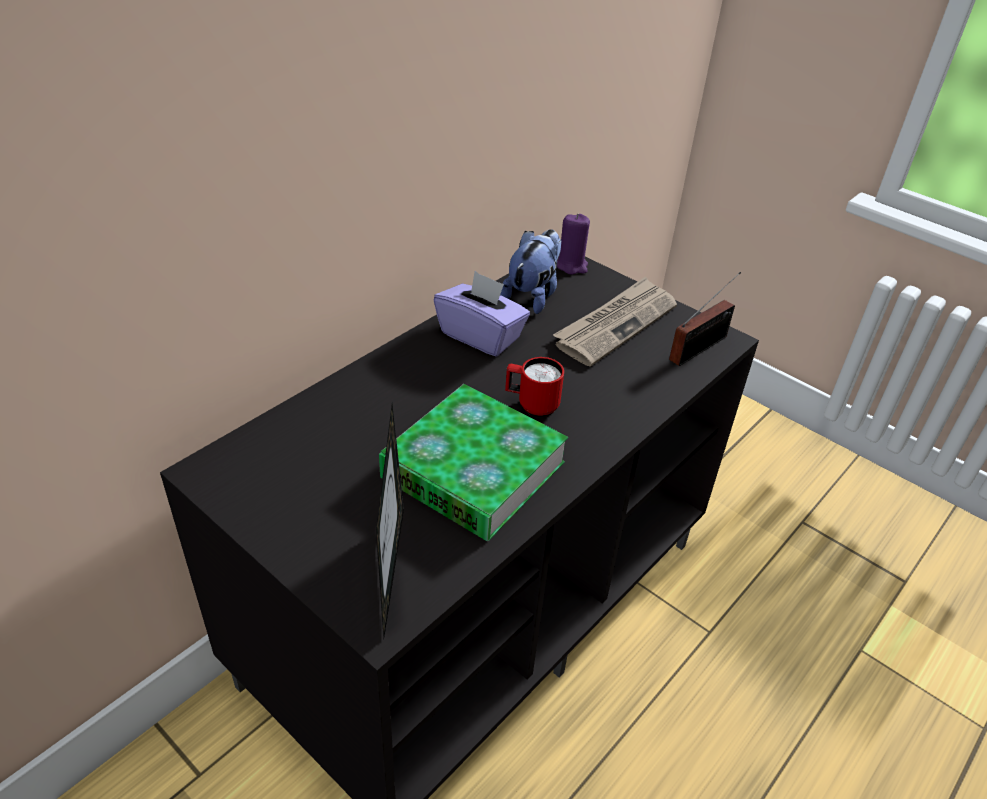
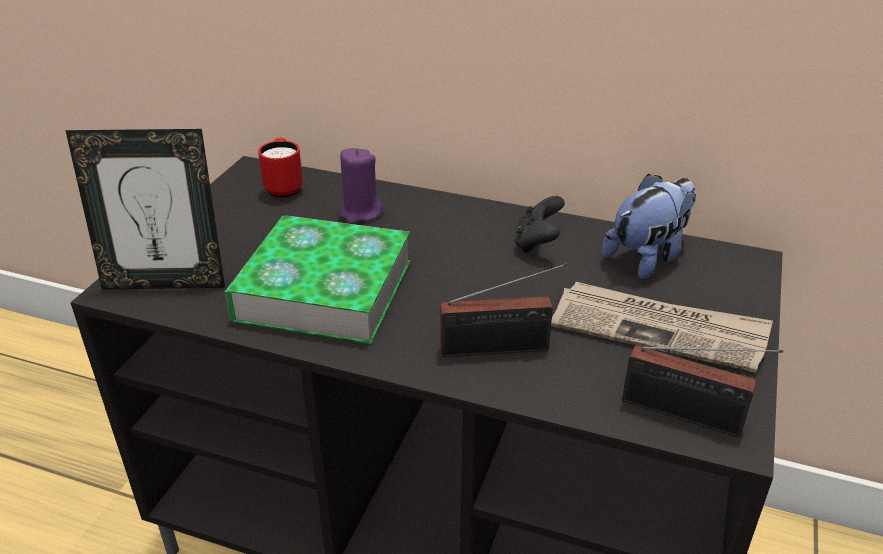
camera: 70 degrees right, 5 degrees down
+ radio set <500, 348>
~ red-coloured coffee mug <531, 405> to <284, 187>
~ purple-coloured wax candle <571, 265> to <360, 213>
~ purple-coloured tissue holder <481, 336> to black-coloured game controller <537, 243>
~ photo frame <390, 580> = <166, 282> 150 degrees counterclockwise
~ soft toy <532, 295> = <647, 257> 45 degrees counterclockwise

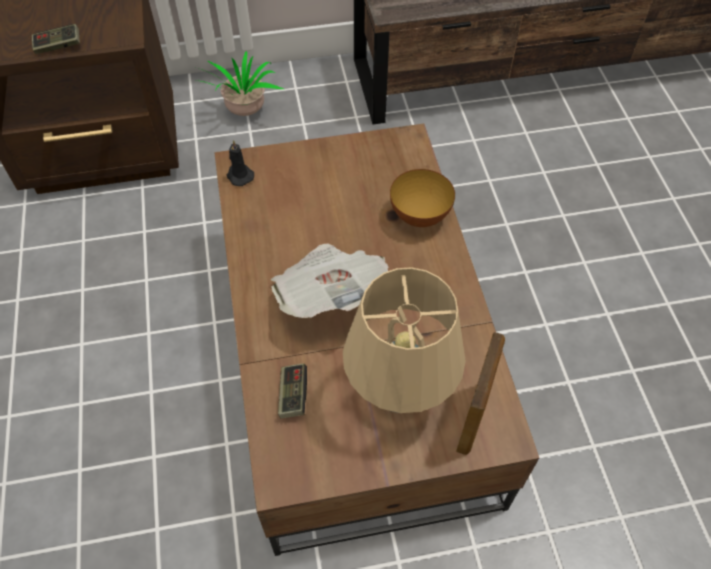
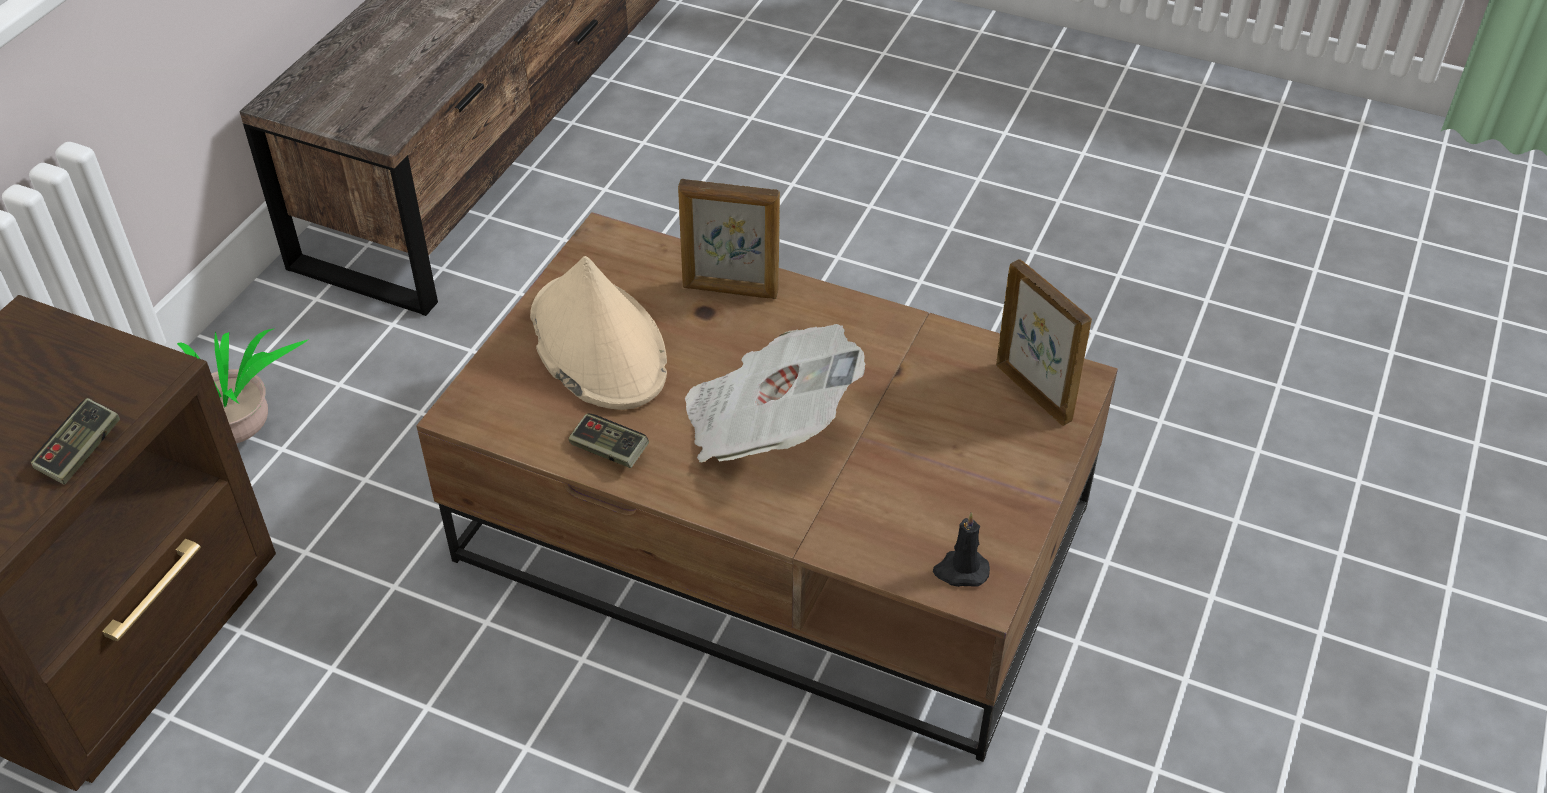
camera: 55 degrees left, 10 degrees down
- beige tabletop lamp <400, 396>
+ beige hat <597, 344>
~ black-coloured wax candle <239, 175> to <960, 571>
~ game controller <293, 395> to <609, 450>
~ deep dish <419, 216> to photo frame <730, 290>

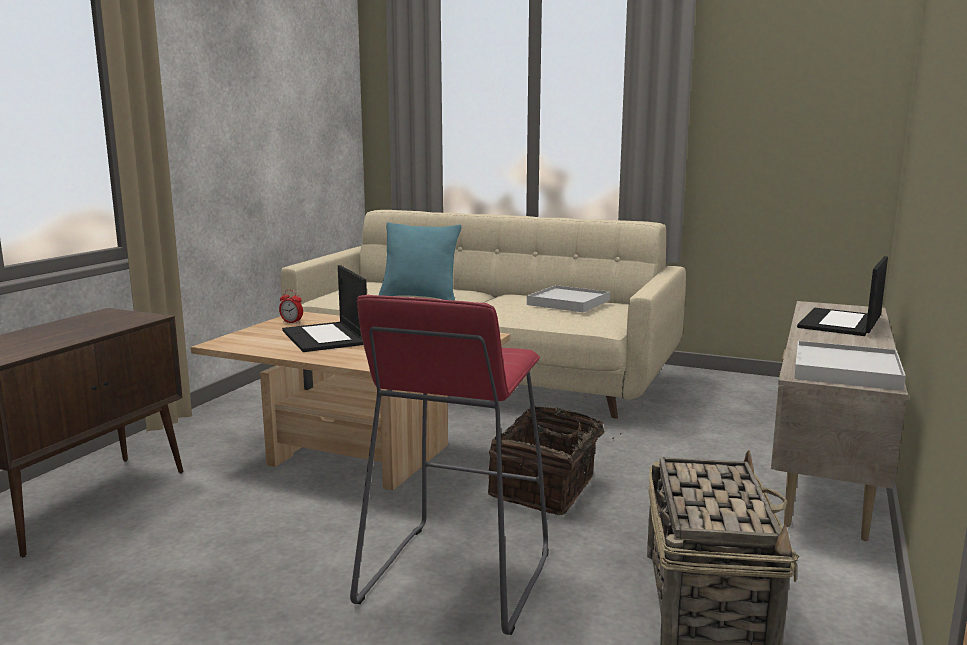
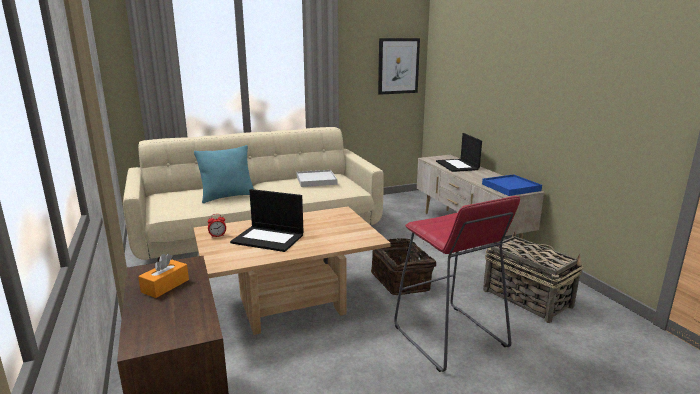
camera: 45 degrees left, 5 degrees up
+ orangey tissue holder <165, 286>
+ wall art <398, 66>
~ whitish tray <846, 371> to blue-coloured tray <511, 187>

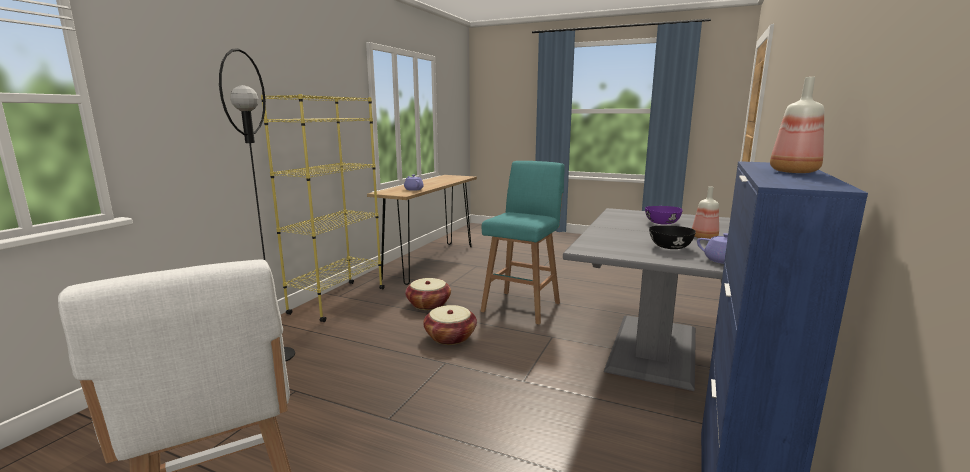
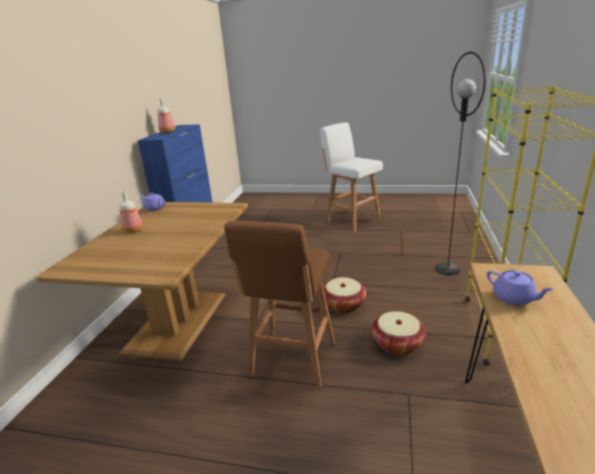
camera: 170 degrees right, 10 degrees up
- purple-coloured deep dish <662, 223>
- black-coloured deep dish <669, 247>
~ turquoise-coloured stool <522, 306> to brownish stool <292, 361>
~ greyish dining table <651, 348> to brownish dining table <179, 321>

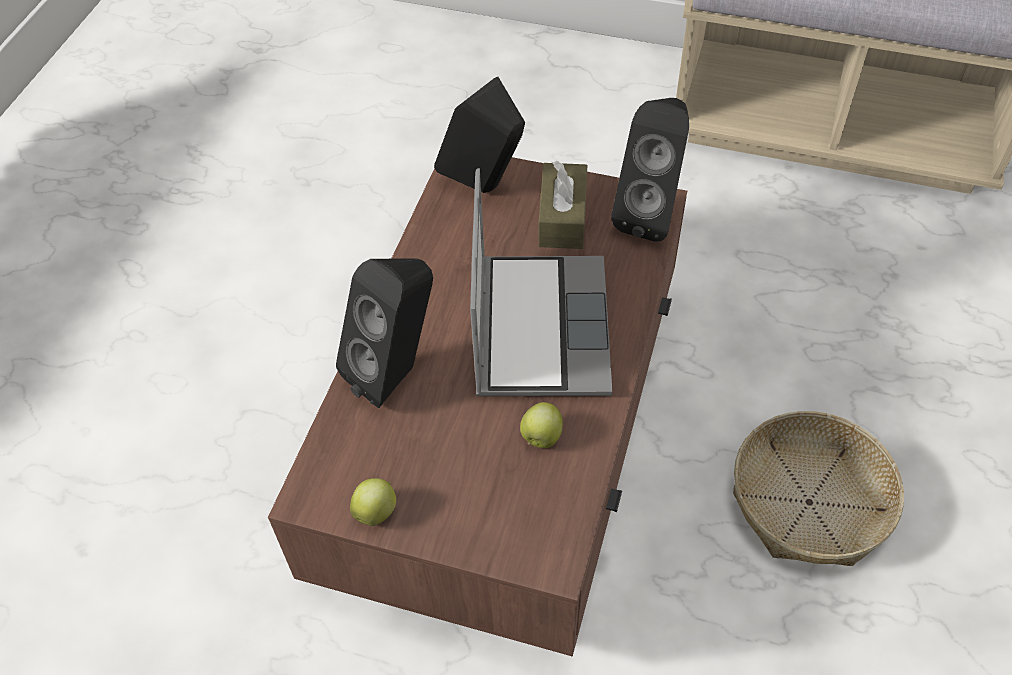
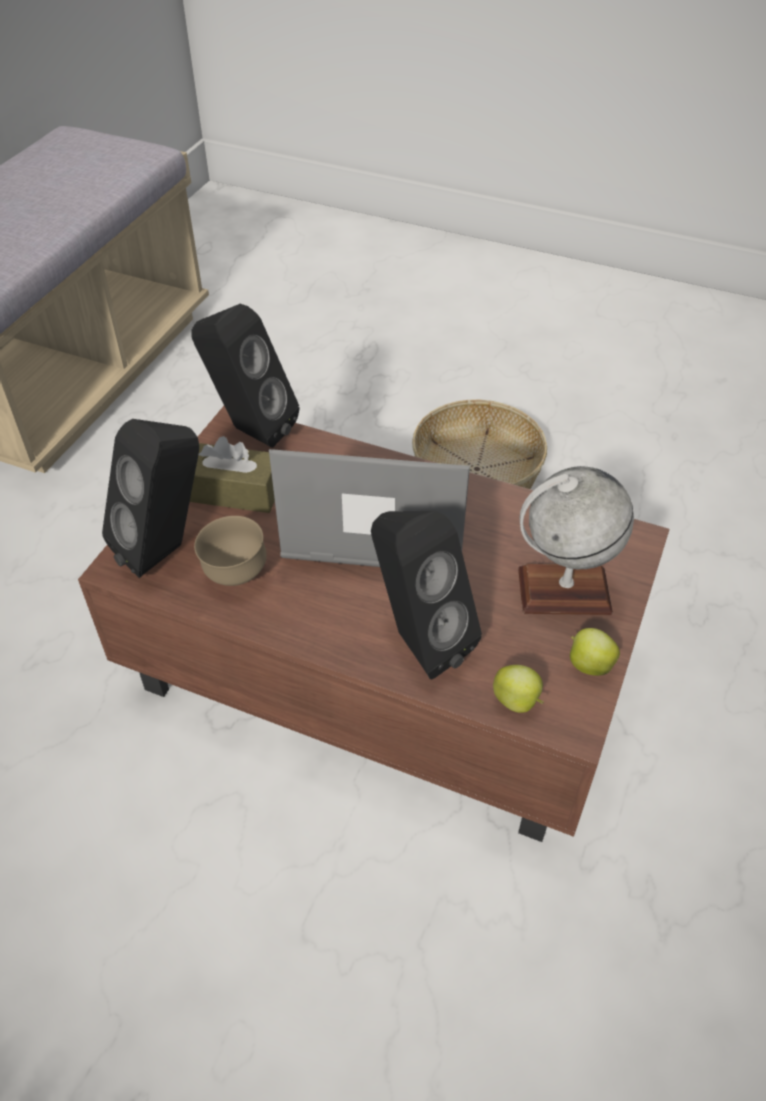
camera: 85 degrees left, 5 degrees down
+ brownish deep dish <235, 574>
+ globe <563, 591>
~ apple <541, 438> to <517, 701>

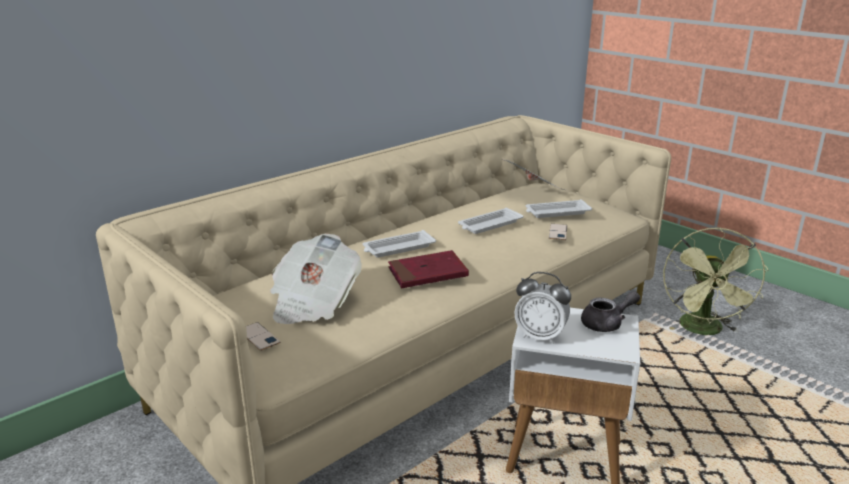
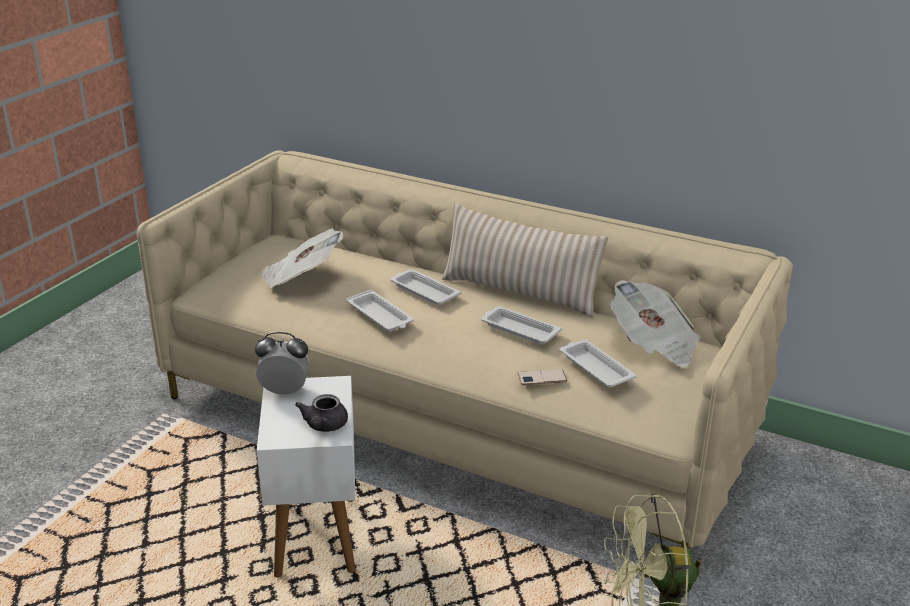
camera: 70 degrees right, 5 degrees up
- telephone <259, 337>
+ beige cushion <520, 292>
~ red-coloured volume <427, 273> to whitish tray <380, 316>
~ alarm clock <540, 336> = <284, 391> 90 degrees clockwise
~ greyish teapot <607, 324> = <324, 426> 45 degrees clockwise

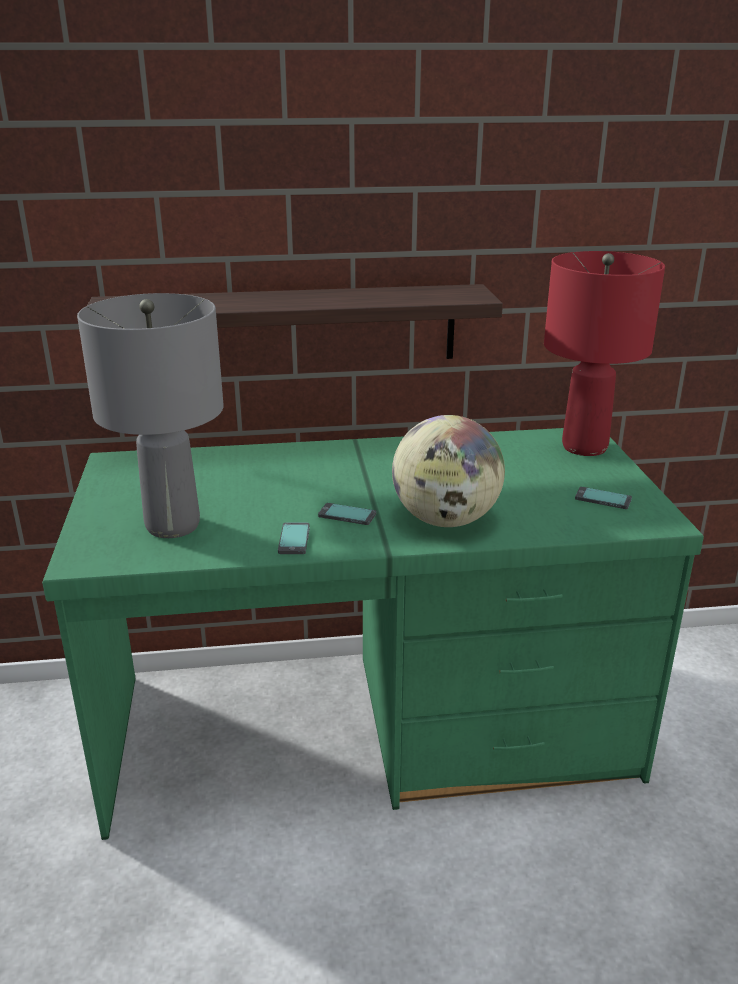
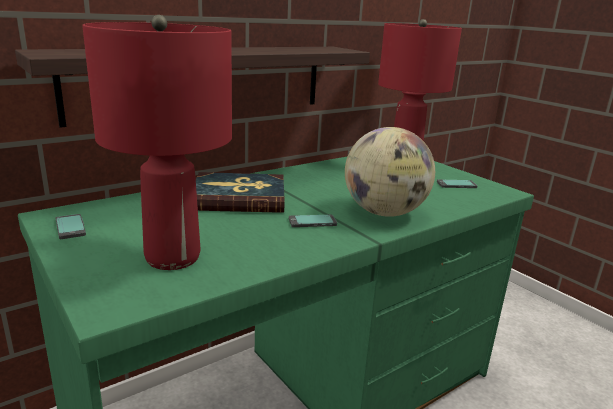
camera: 30 degrees left, 5 degrees down
+ volume <239, 197>
~ telephone <294, 539> to <70, 227>
~ greyish tabletop lamp <172, 525> to red-coloured tabletop lamp <172, 257>

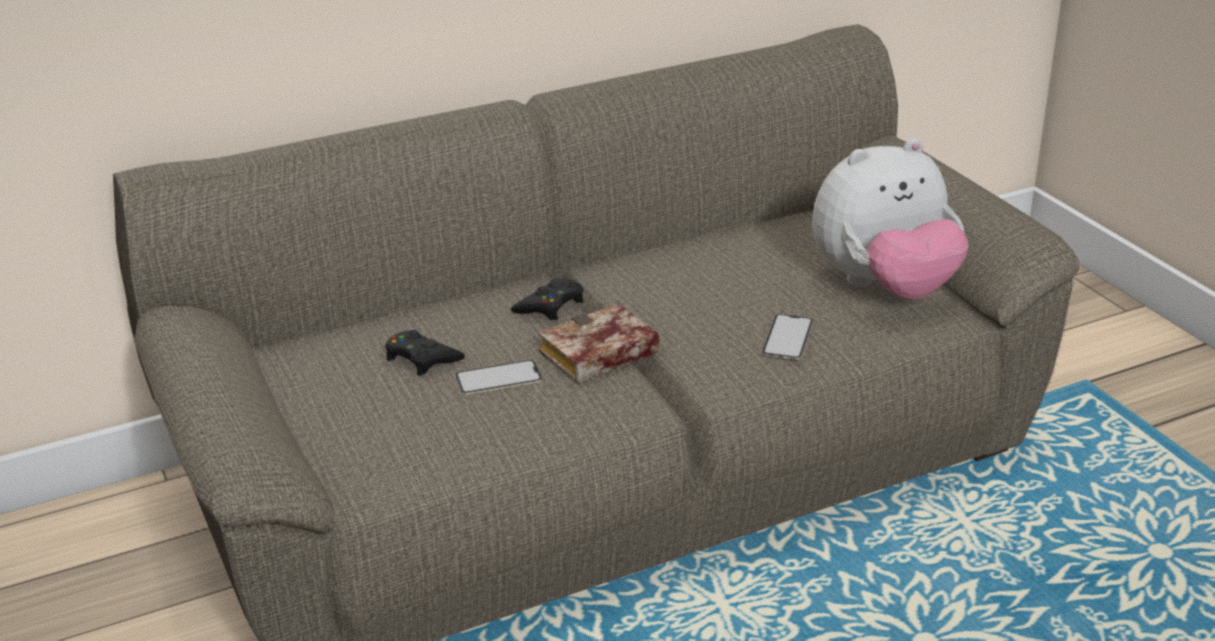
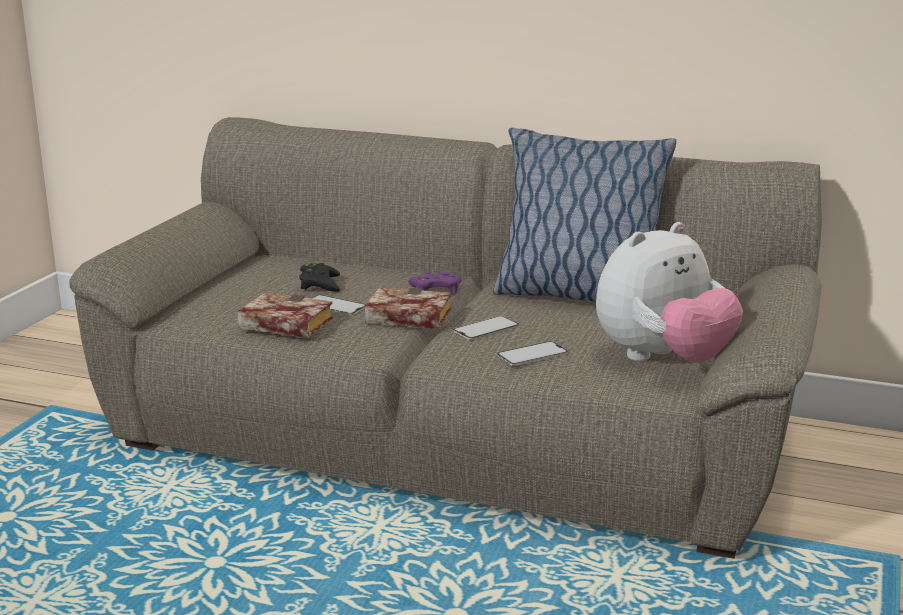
camera: 45 degrees right, 10 degrees down
+ volume <281, 325>
+ telephone <486, 328>
+ cushion <576, 296>
~ black-coloured game controller <550, 305> to purple-coloured game controller <436, 289>
~ soft toy <885, 288> = <663, 360> 60 degrees counterclockwise

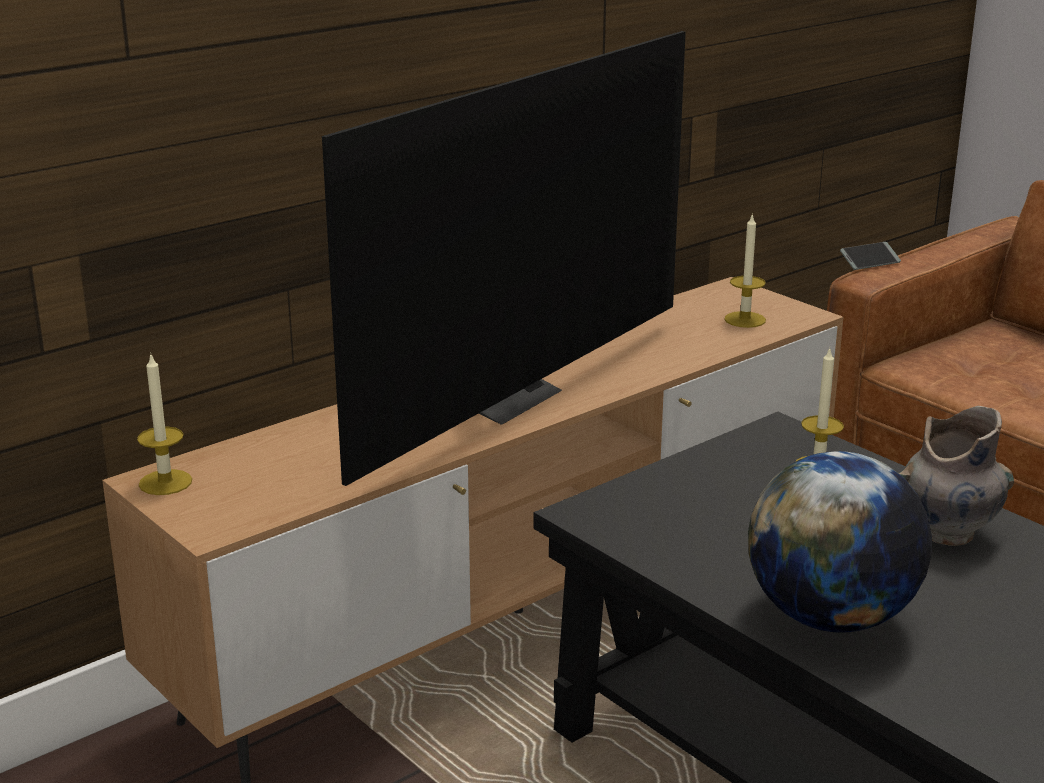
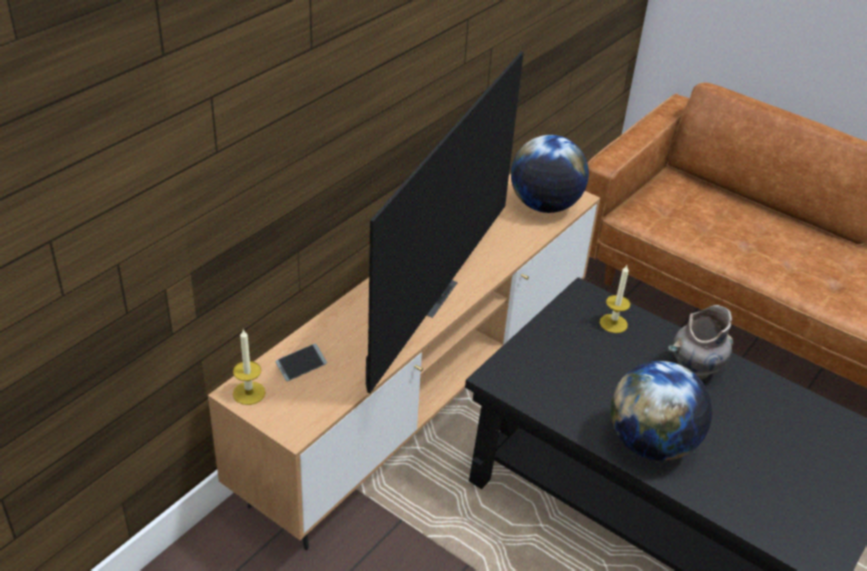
camera: 15 degrees left, 15 degrees up
~ telephone <869, 262> to <301, 366>
~ wax candle <745, 319> to globe <544, 206>

